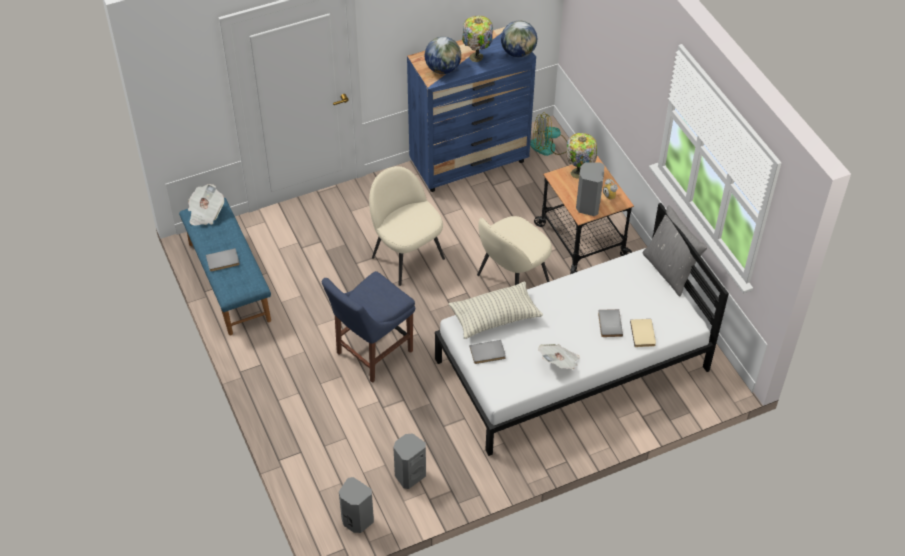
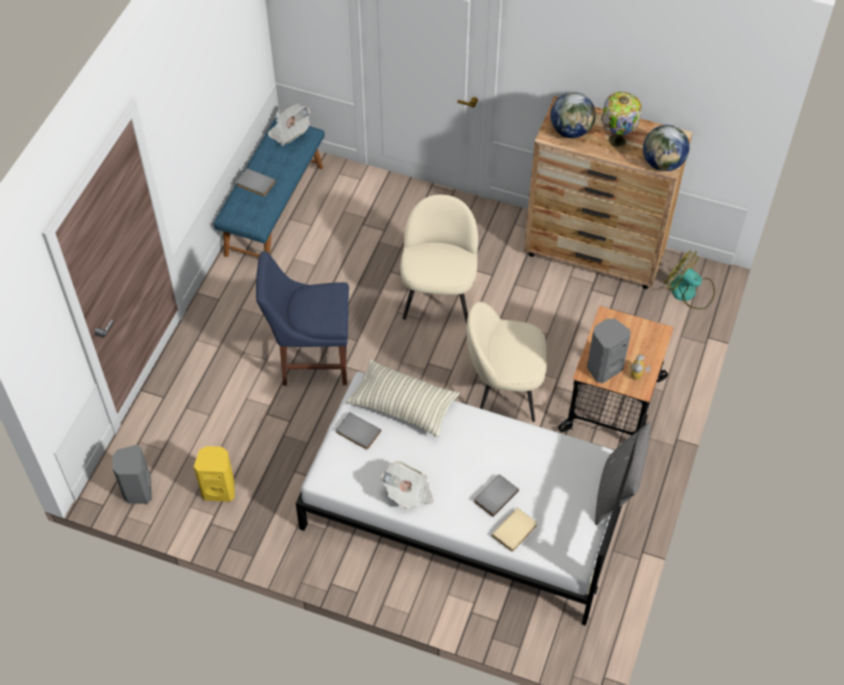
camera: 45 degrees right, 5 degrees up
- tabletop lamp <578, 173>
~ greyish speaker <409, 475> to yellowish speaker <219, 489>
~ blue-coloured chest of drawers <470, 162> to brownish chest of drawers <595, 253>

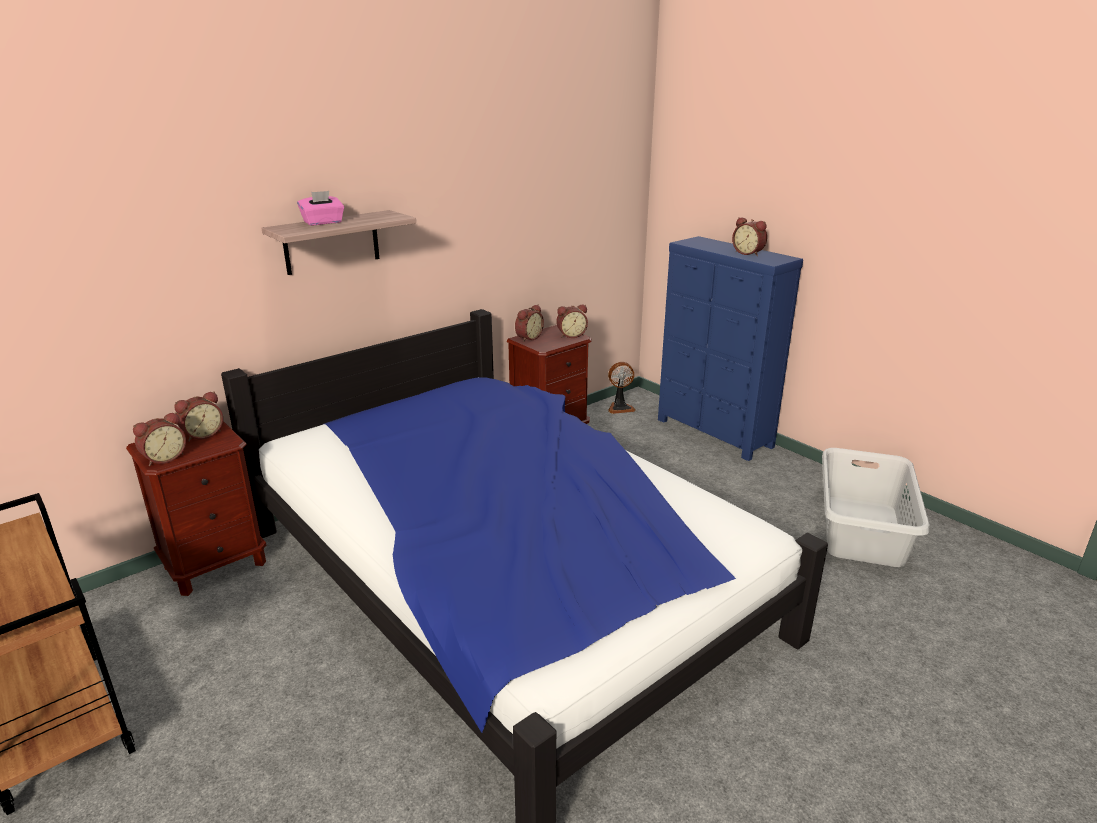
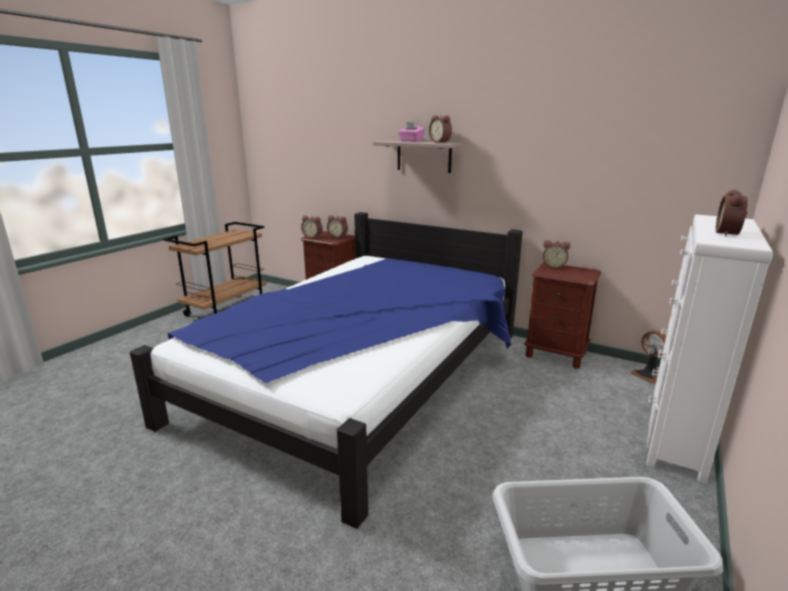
camera: 70 degrees right, 5 degrees down
~ alarm clock <571, 335> to <441, 142>
~ blue-coloured chest of drawers <713, 434> to whitish chest of drawers <675, 435>

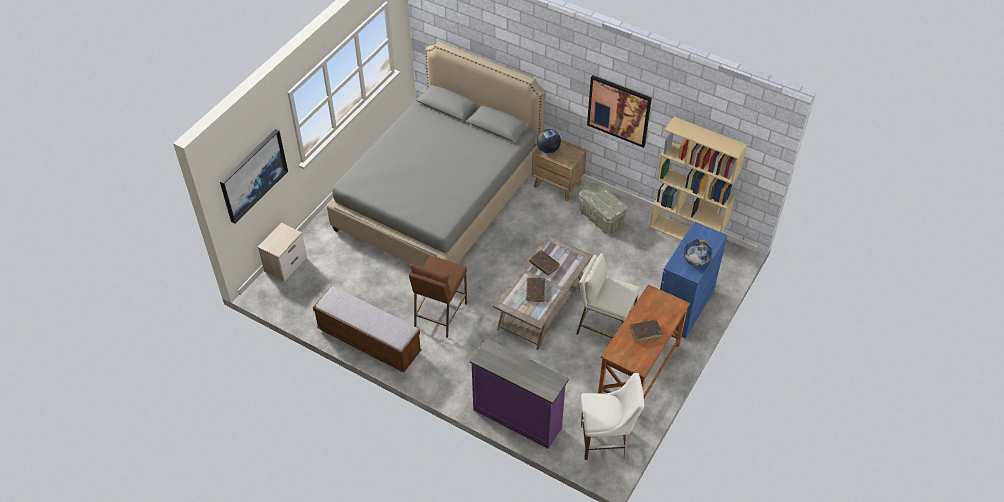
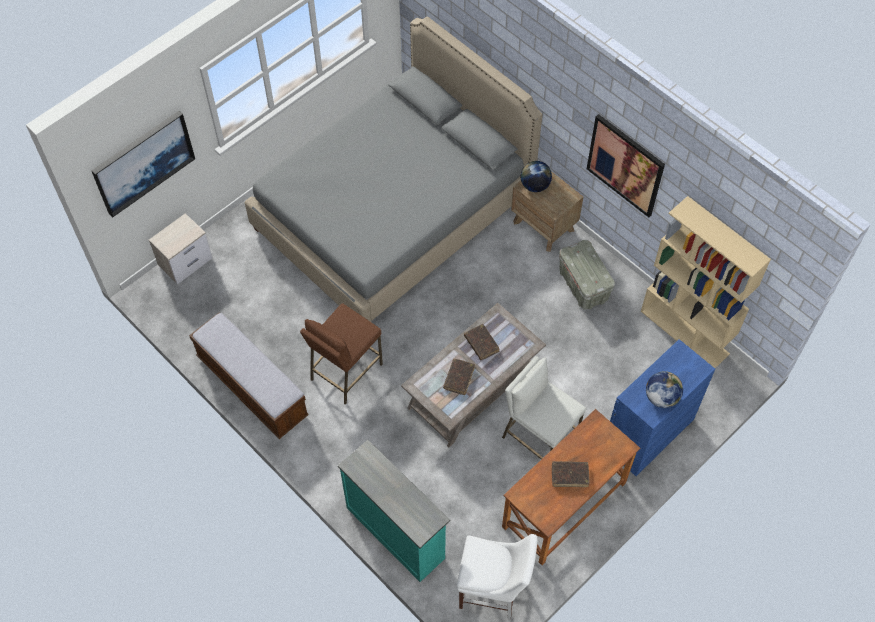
camera: 15 degrees right, 10 degrees up
~ purple-coloured chest of drawers <517, 417> to turquoise-coloured chest of drawers <396, 531>

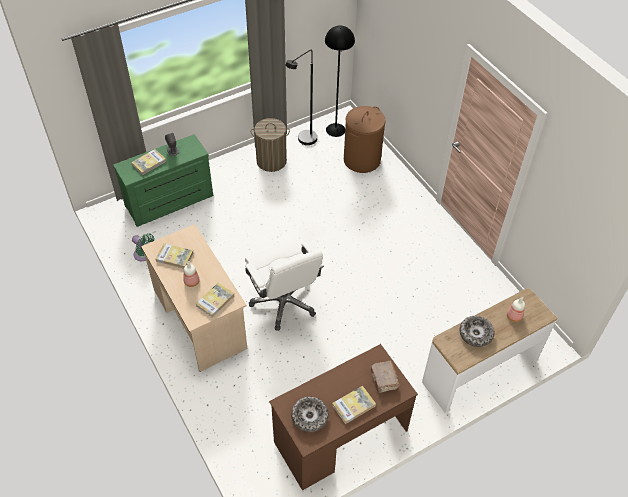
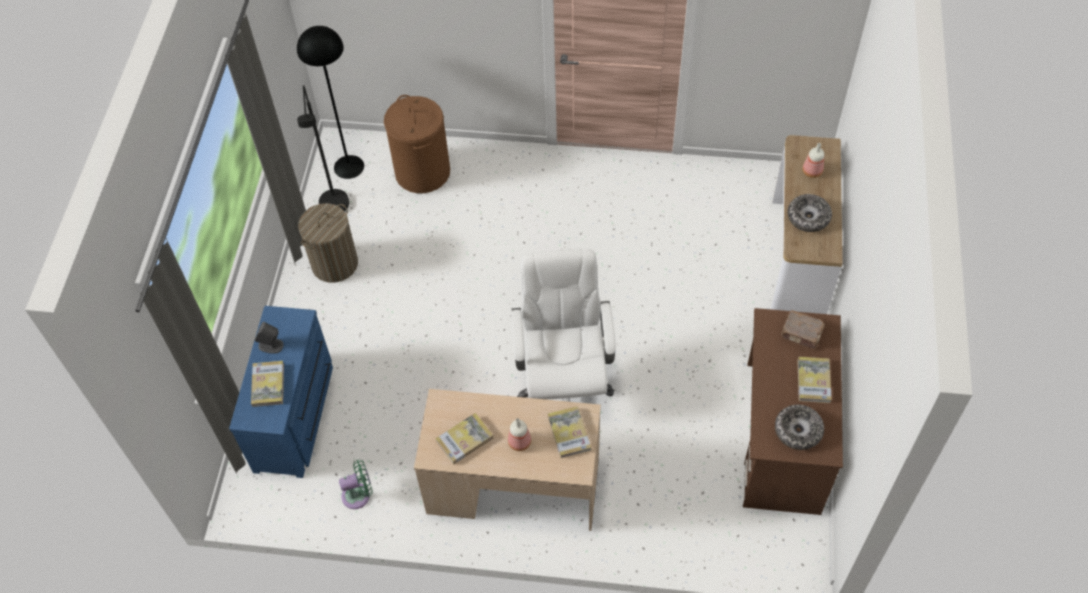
camera: 50 degrees left, 5 degrees up
~ greenish chest of drawers <170, 202> to blue-coloured chest of drawers <296, 415>
~ whitish desk chair <284, 302> = <563, 382> 105 degrees counterclockwise

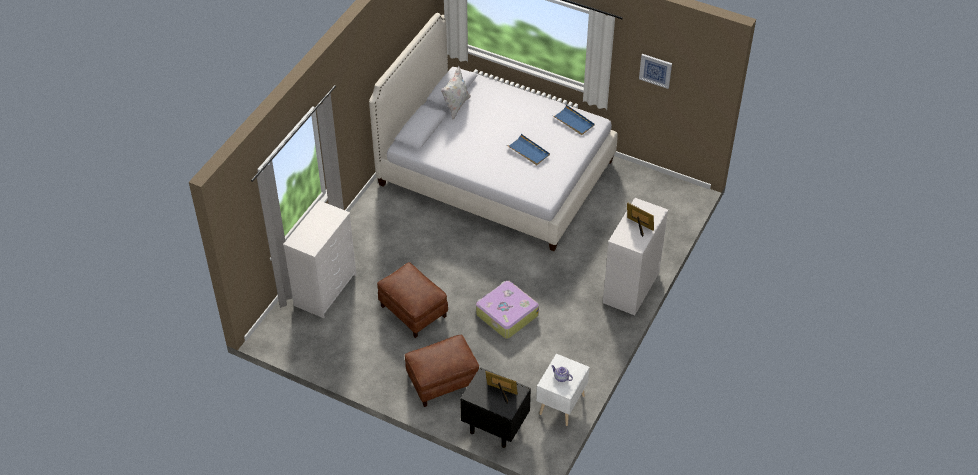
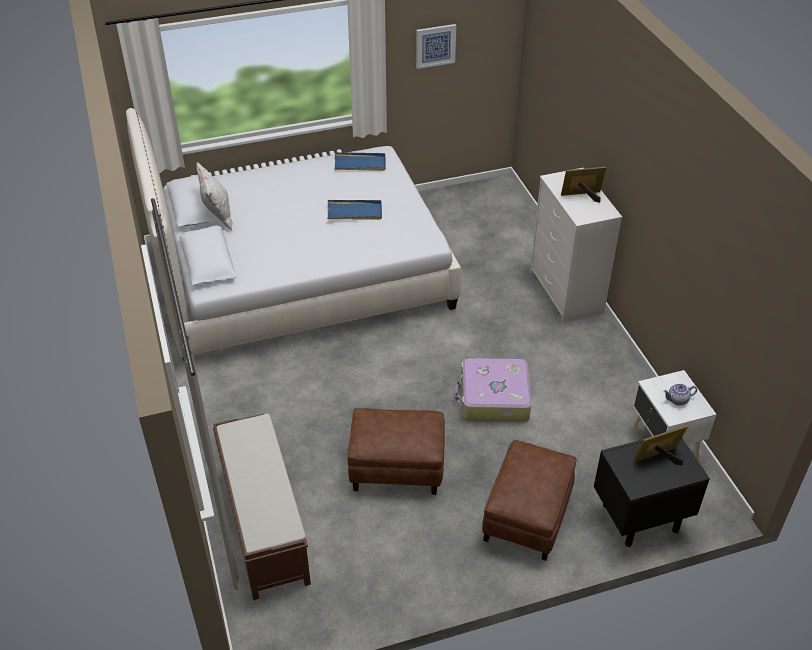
camera: 45 degrees left, 5 degrees down
~ whitish chest of drawers <325, 289> to brownish long seat <264, 523>

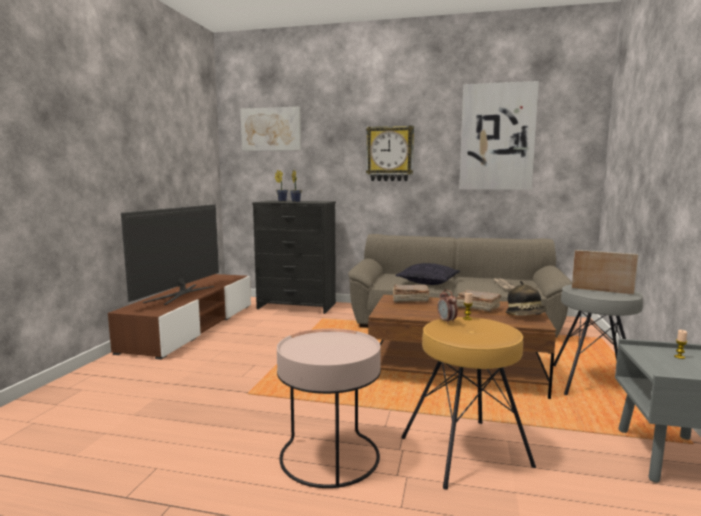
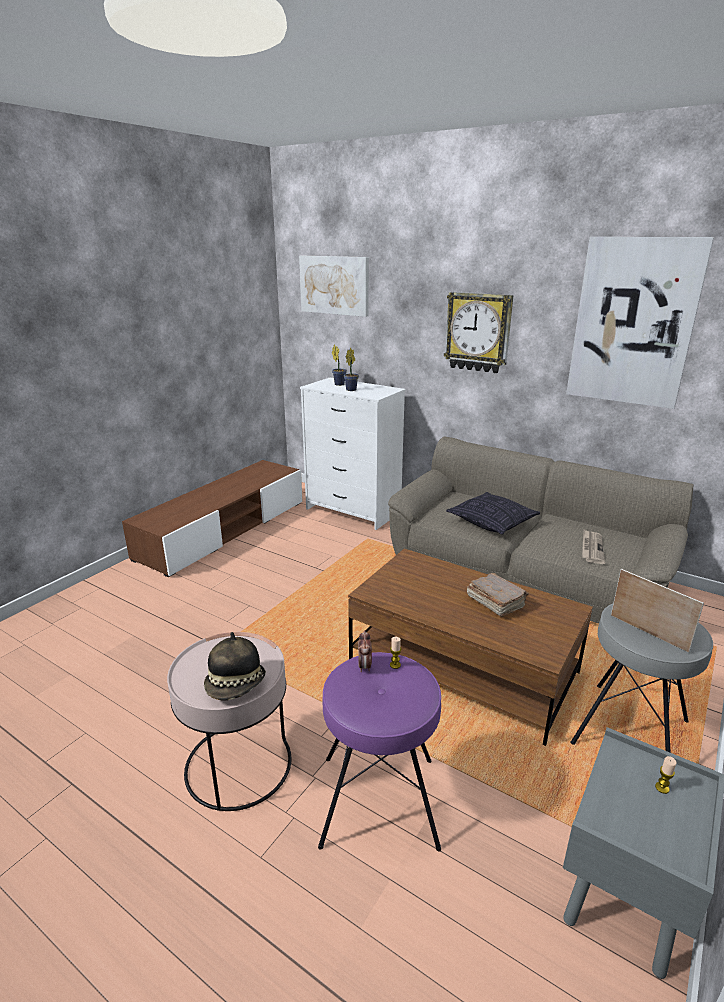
camera: 20 degrees right, 15 degrees up
- TV set <181, 294>
- brownish volume <409, 300>
~ hat <525, 315> to <236, 686>
~ black-coloured chest of drawers <296, 306> to whitish chest of drawers <352, 510>
~ brownish stool <465, 452> to purple-coloured stool <379, 802>

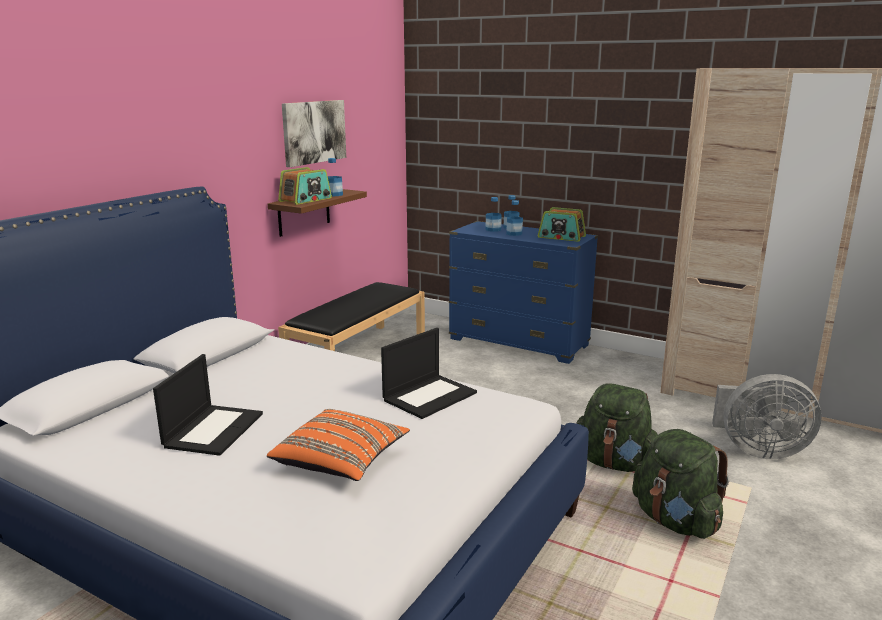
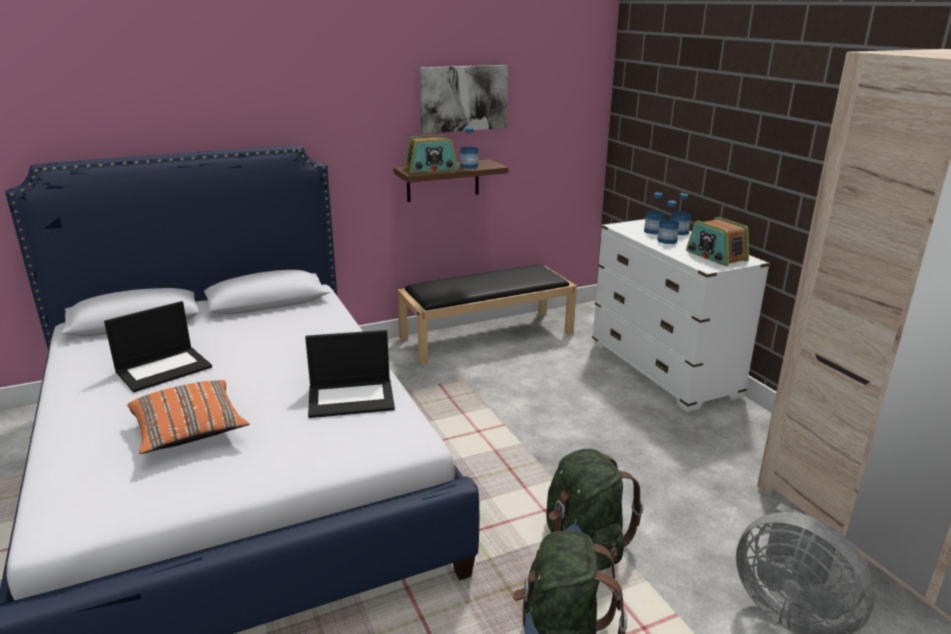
camera: 35 degrees right, 5 degrees up
~ blue-coloured chest of drawers <519, 343> to whitish chest of drawers <663, 370>

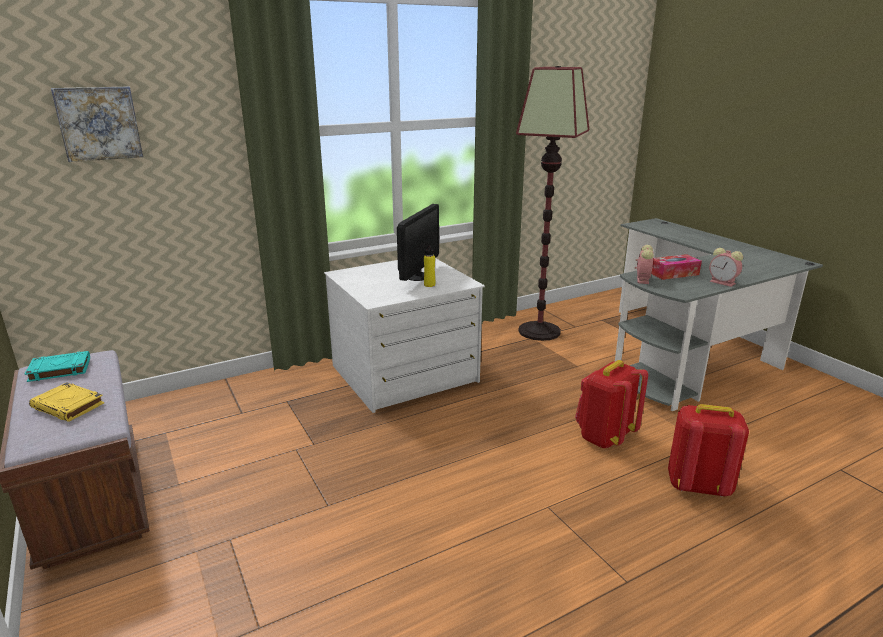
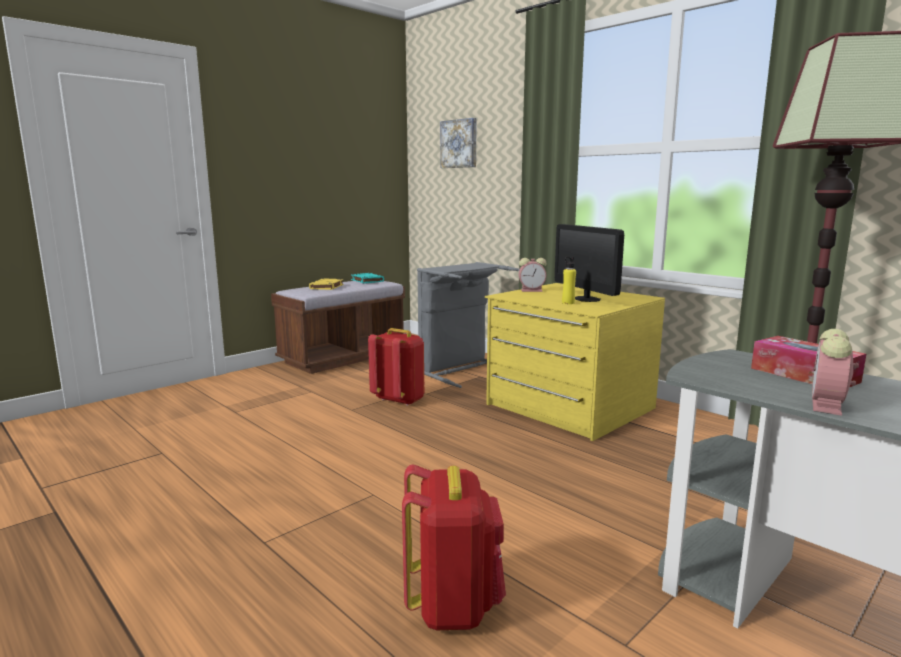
camera: 75 degrees right, 10 degrees down
+ greyish laundry basket <462, 370>
~ red-coloured rucksack <604, 437> to <399, 400>
~ alarm clock <642, 279> to <532, 290>
~ whitish chest of drawers <405, 375> to yellowish chest of drawers <568, 407>
~ computer display <418, 276> = <586, 299> 60 degrees clockwise

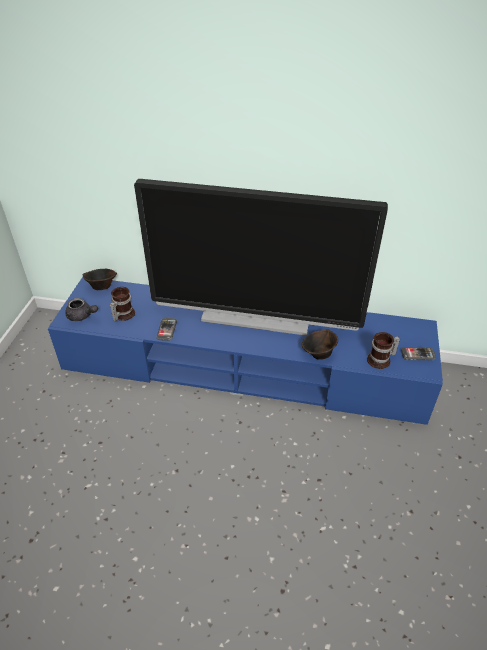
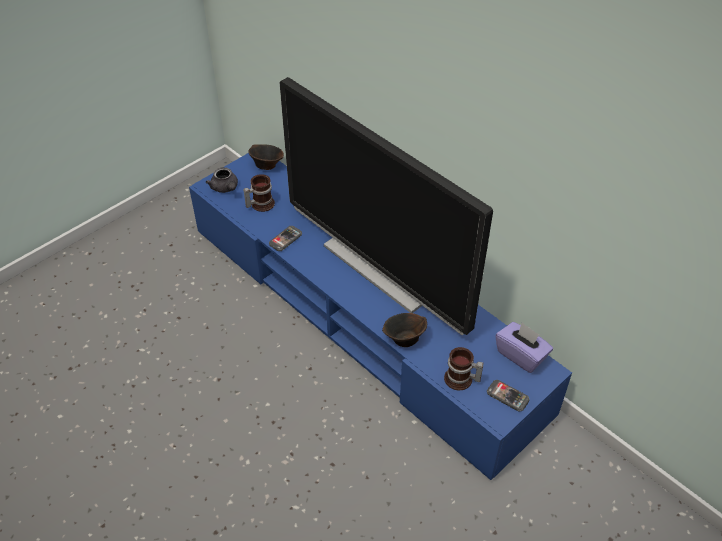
camera: 35 degrees right, 5 degrees up
+ purple-coloured tissue holder <521, 355>

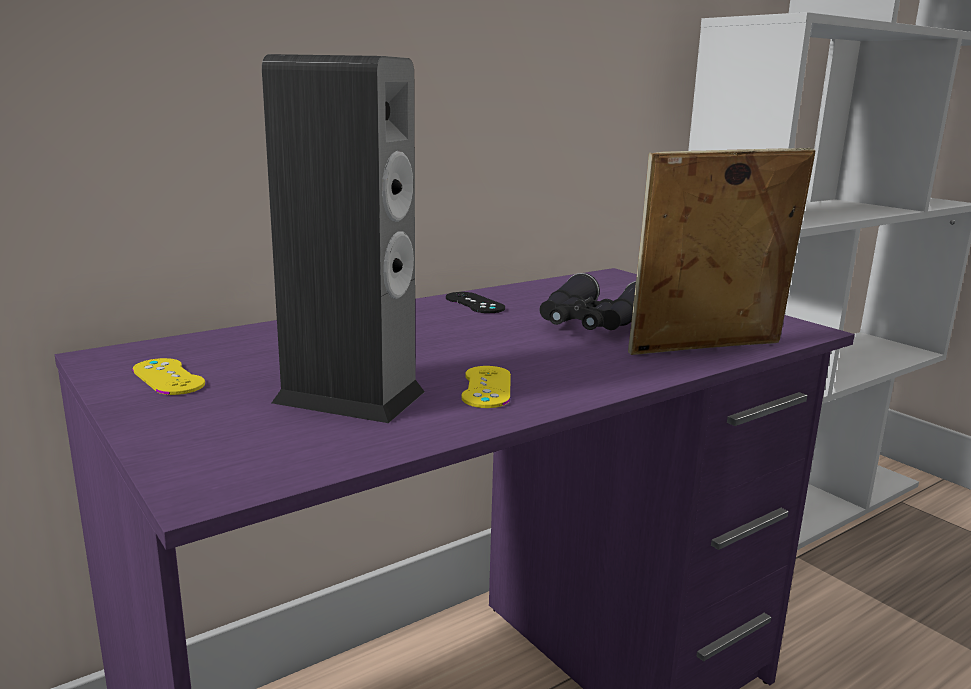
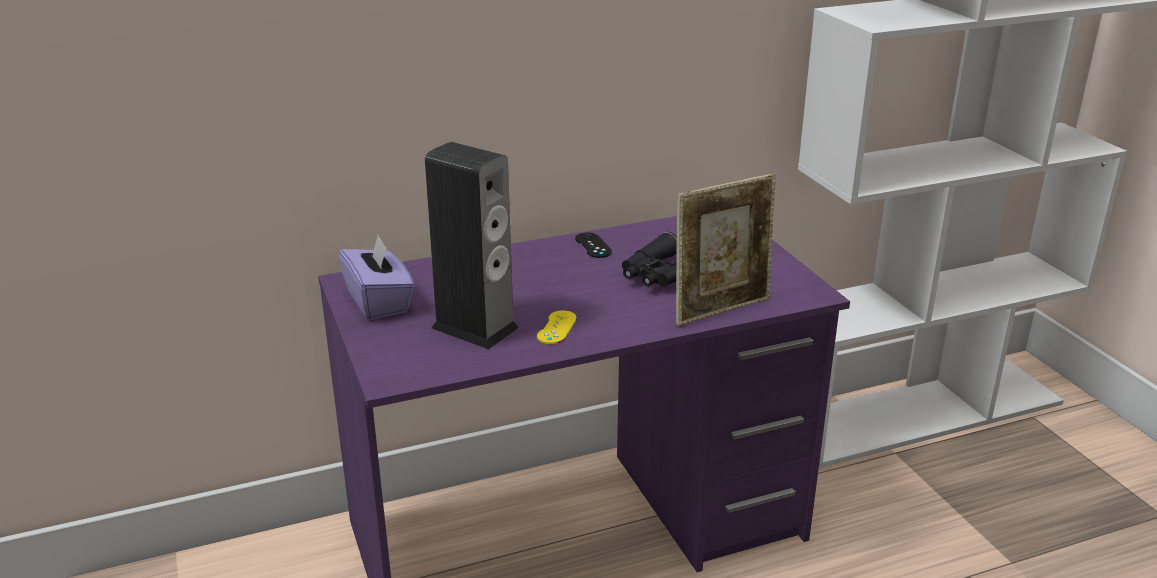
camera: 15 degrees right, 10 degrees up
~ yellowish game controller <168, 377> to purple-coloured tissue holder <379, 302>
~ photo frame <707, 351> = <721, 309> 150 degrees clockwise

